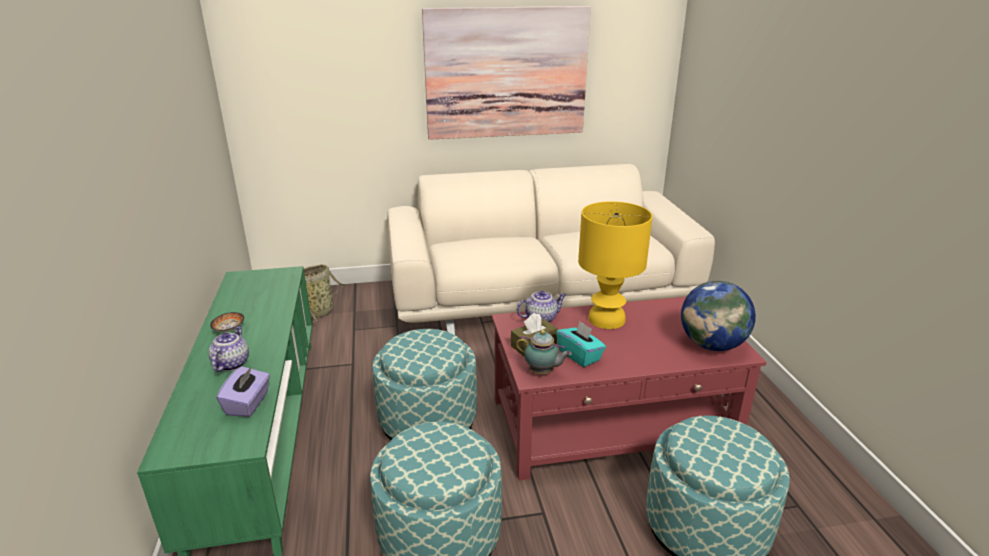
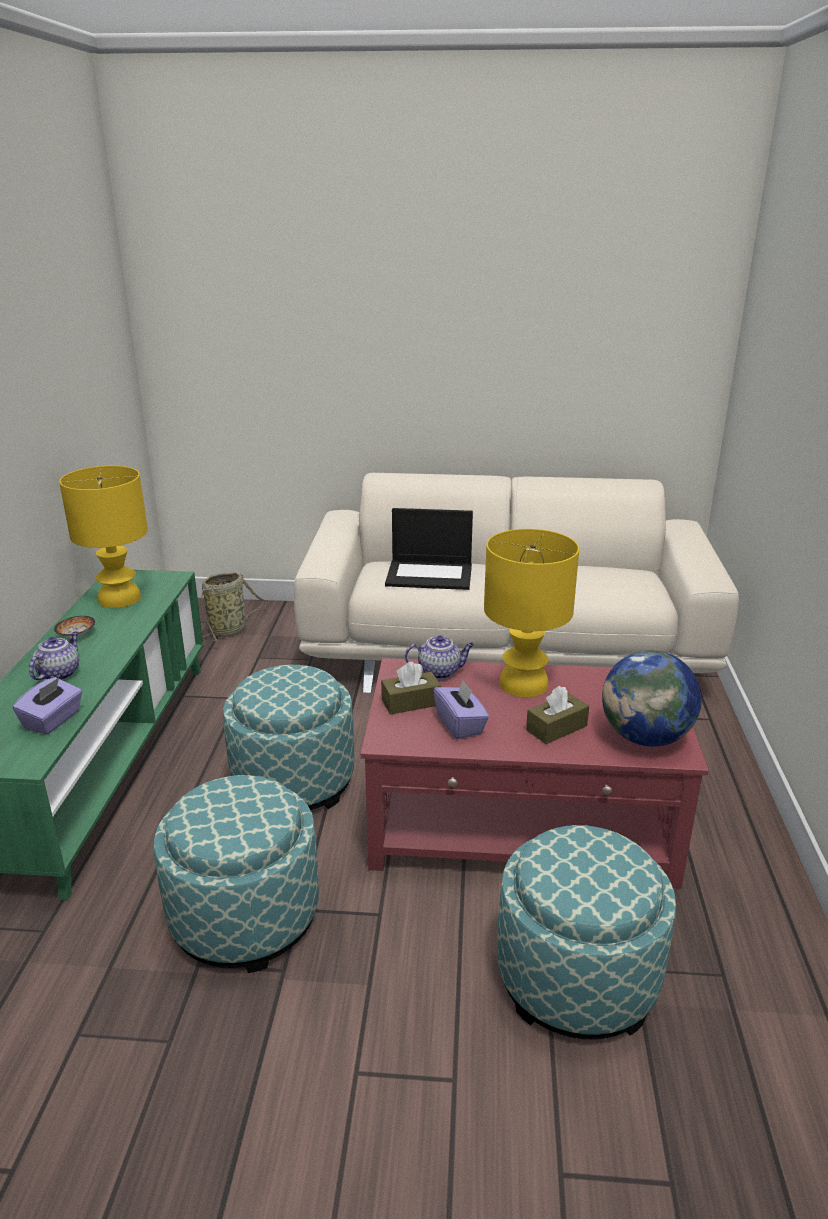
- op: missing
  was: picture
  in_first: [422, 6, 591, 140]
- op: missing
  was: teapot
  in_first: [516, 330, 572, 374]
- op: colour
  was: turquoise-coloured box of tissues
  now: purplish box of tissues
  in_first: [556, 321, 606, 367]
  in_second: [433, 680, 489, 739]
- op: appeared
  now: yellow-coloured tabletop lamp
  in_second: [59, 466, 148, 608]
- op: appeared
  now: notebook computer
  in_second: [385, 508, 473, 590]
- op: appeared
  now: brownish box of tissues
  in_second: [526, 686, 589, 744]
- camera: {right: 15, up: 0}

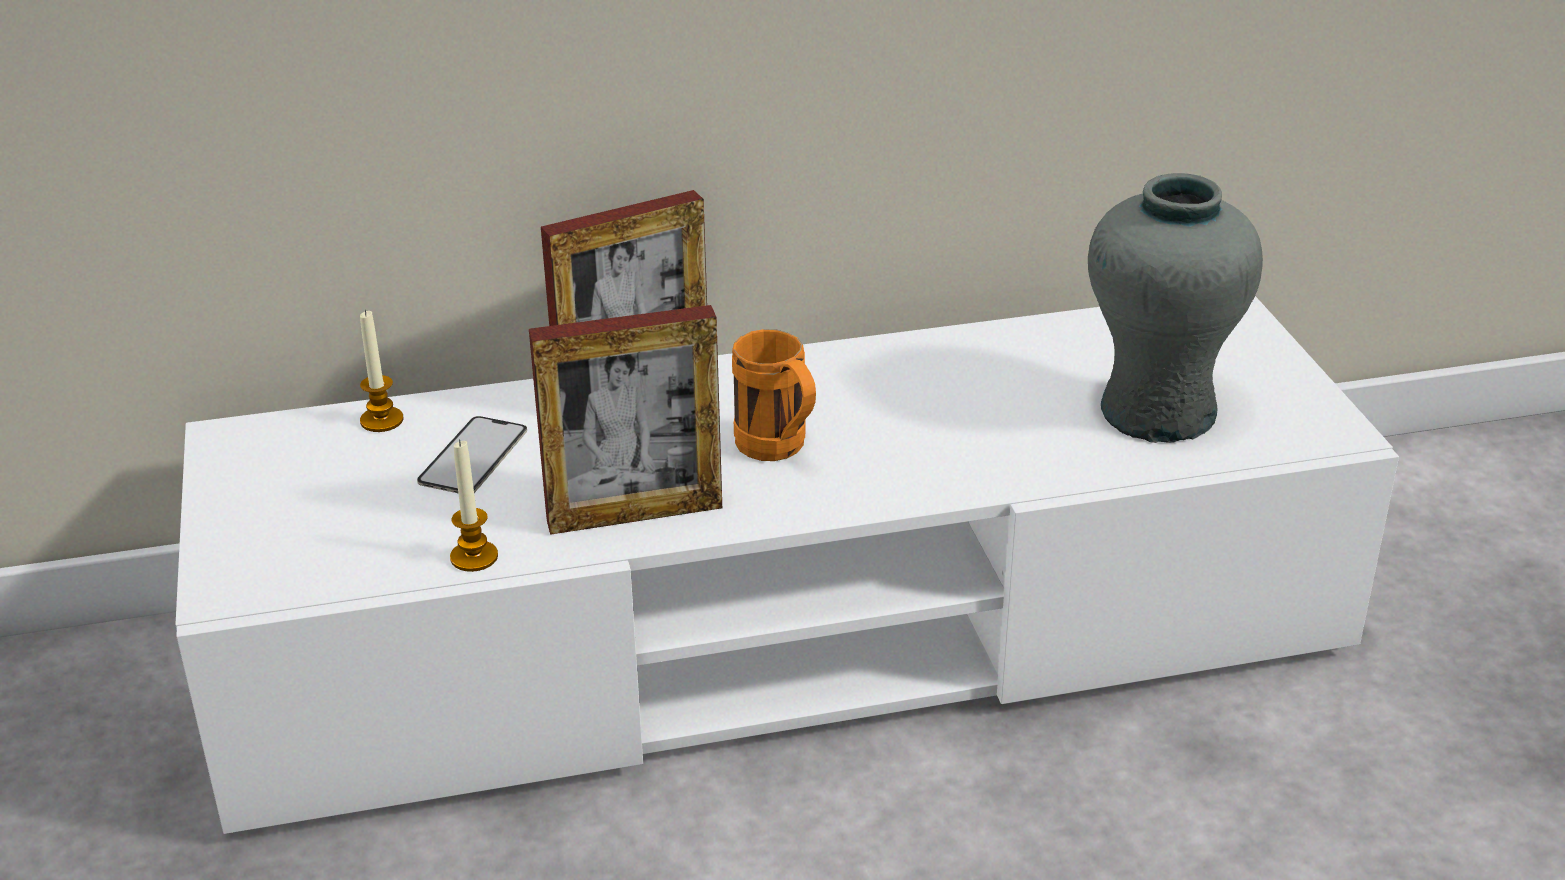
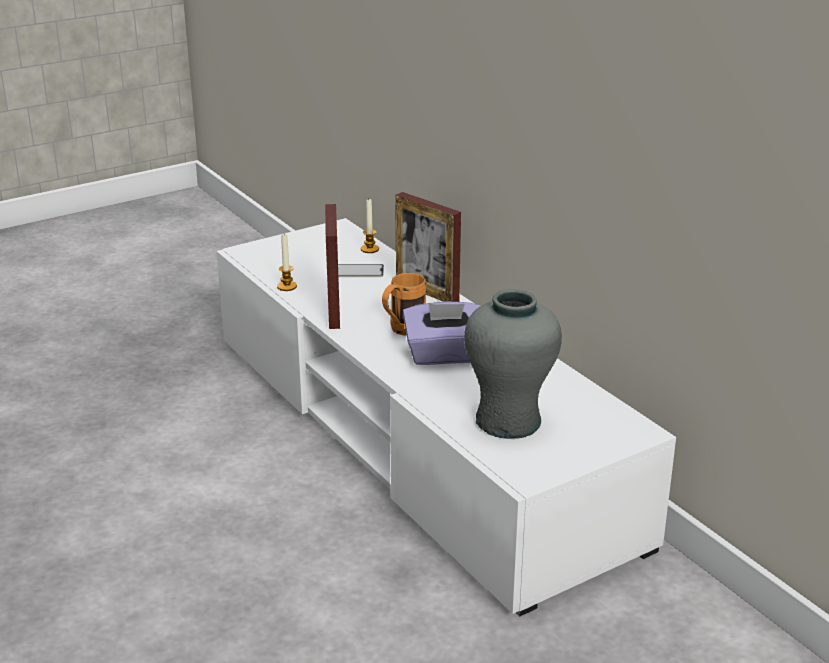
- op: spun
  was: picture frame
  in_first: [529, 305, 722, 535]
  in_second: [325, 204, 340, 329]
  clockwise: -150
- op: appeared
  now: purplish box of tissues
  in_second: [403, 302, 482, 365]
- camera: {right: 70, up: -5}

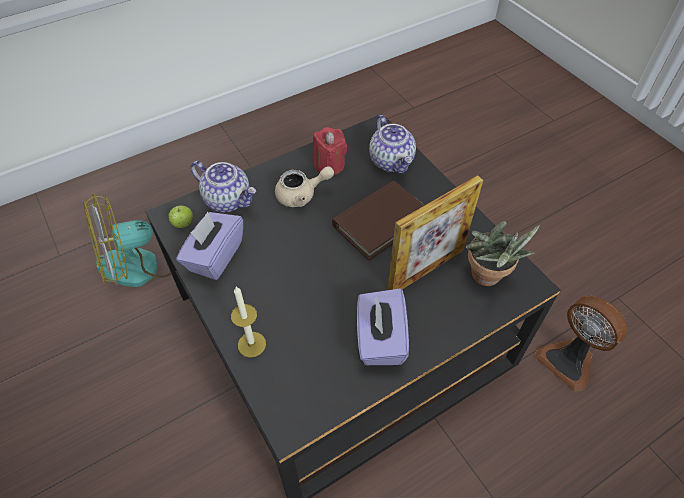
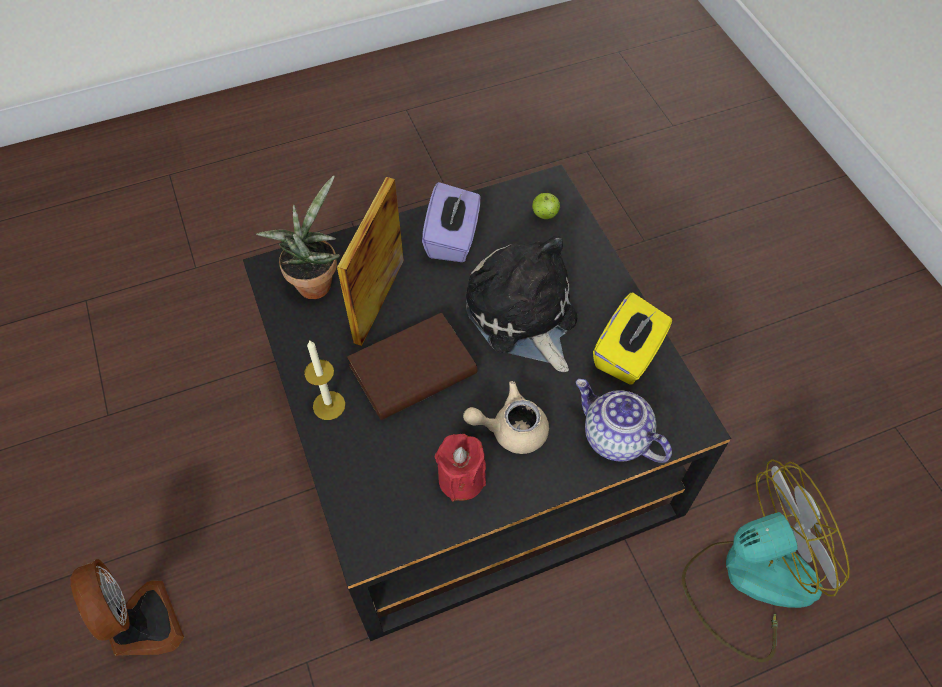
- op: relocated
  was: whole apple
  in_first: [168, 204, 193, 228]
  in_second: [532, 193, 560, 219]
- op: colour
  was: purplish box of tissues
  now: yellow-coloured box of tissues
  in_first: [176, 212, 243, 280]
  in_second: [593, 292, 672, 385]
- op: relocated
  was: candle
  in_first: [231, 287, 266, 358]
  in_second: [304, 340, 346, 420]
- op: missing
  was: teapot
  in_first: [369, 115, 416, 174]
- op: spun
  was: picture frame
  in_first: [387, 175, 483, 290]
  in_second: [337, 177, 404, 346]
  clockwise: -45
- op: relocated
  was: cooling fan
  in_first: [535, 296, 627, 391]
  in_second: [70, 559, 184, 656]
- op: appeared
  now: cuddly toy
  in_second: [466, 236, 577, 372]
- camera: {right: -170, up: 5}

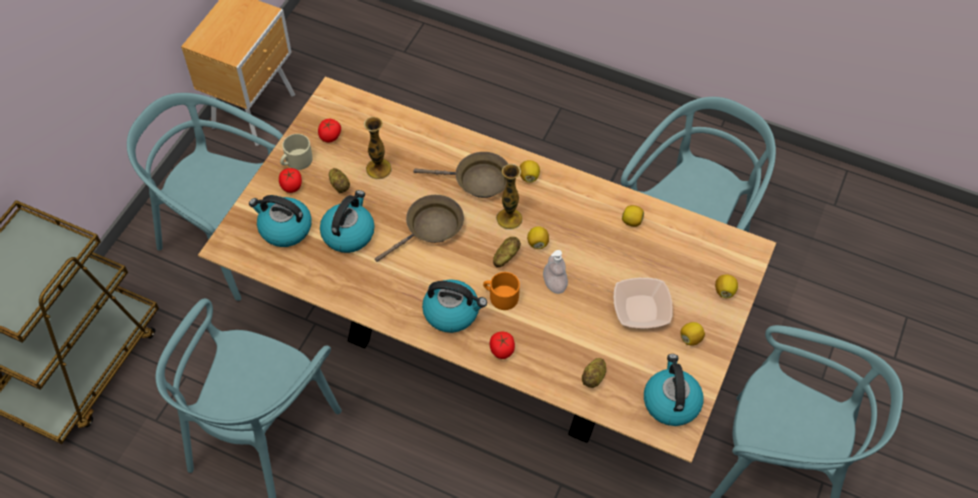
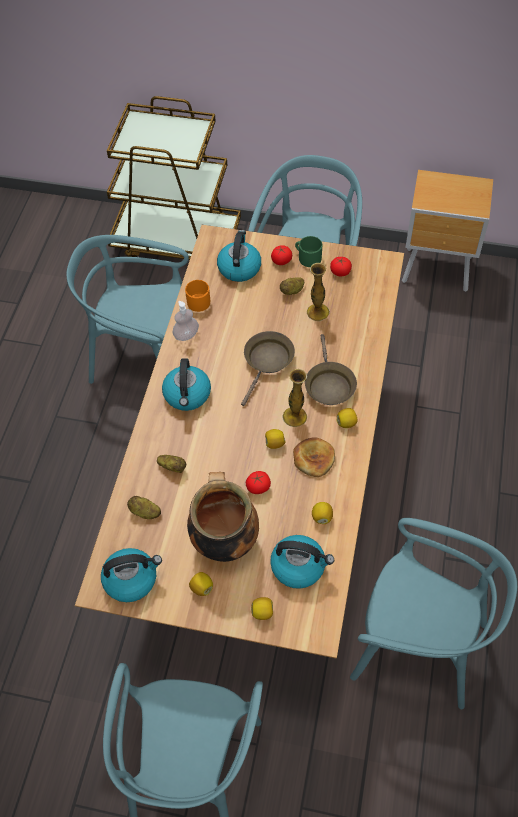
- op: colour
  was: beige-coloured coffee mug
  now: green-coloured coffee mug
  in_first: [280, 134, 313, 170]
  in_second: [295, 236, 322, 267]
- op: relocated
  was: water kettle
  in_first: [320, 190, 375, 253]
  in_second: [270, 535, 334, 589]
- op: spun
  was: brownish pan
  in_first: [375, 195, 464, 262]
  in_second: [241, 331, 295, 406]
  clockwise: -105
- op: relocated
  was: orange coffee mug
  in_first: [483, 272, 520, 310]
  in_second: [185, 280, 210, 312]
- op: relocated
  was: fresh tomato
  in_first: [490, 332, 515, 359]
  in_second: [246, 471, 271, 494]
- op: relocated
  was: whole potato
  in_first: [493, 237, 521, 268]
  in_second: [157, 455, 186, 473]
- op: relocated
  was: soap dispenser
  in_first: [543, 250, 568, 294]
  in_second: [173, 301, 199, 341]
- op: exchanged
  was: deep dish
  now: stockpot
  in_first: [614, 278, 673, 328]
  in_second: [187, 472, 259, 562]
- op: appeared
  now: bakery bread
  in_second: [293, 437, 335, 477]
- camera: {right: 80, up: 0}

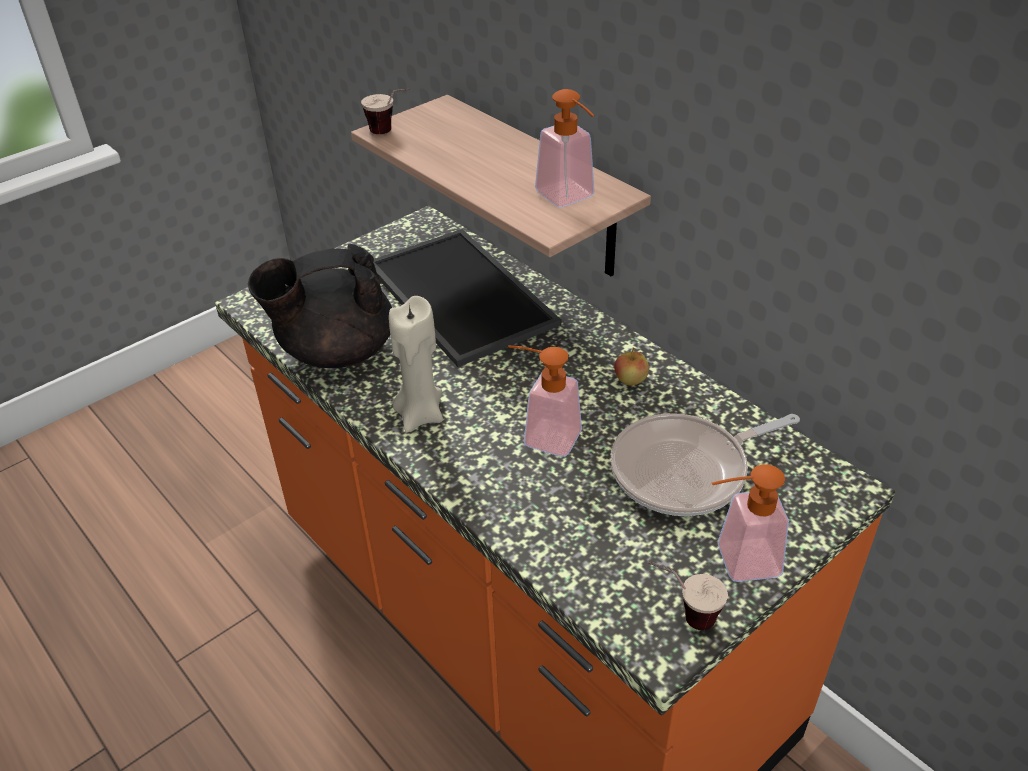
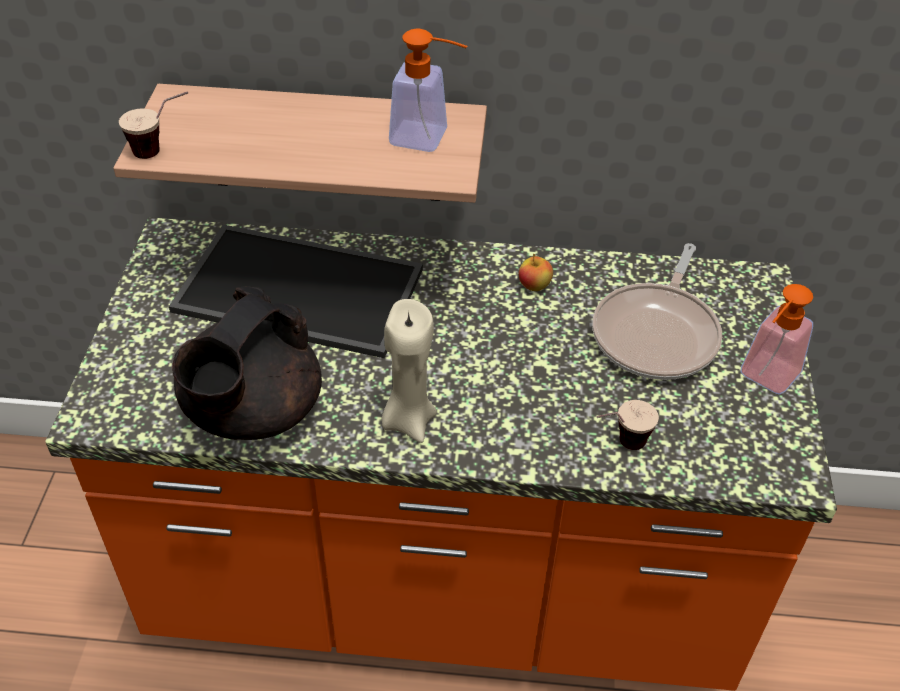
- op: missing
  was: soap dispenser
  in_first: [508, 345, 582, 457]
- op: relocated
  was: cup
  in_first: [647, 561, 728, 630]
  in_second: [596, 400, 659, 450]
- camera: {right: -45, up: 5}

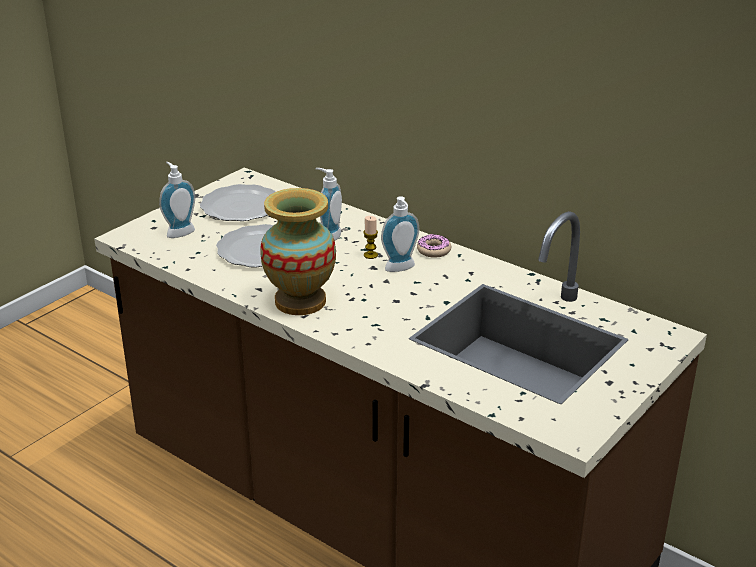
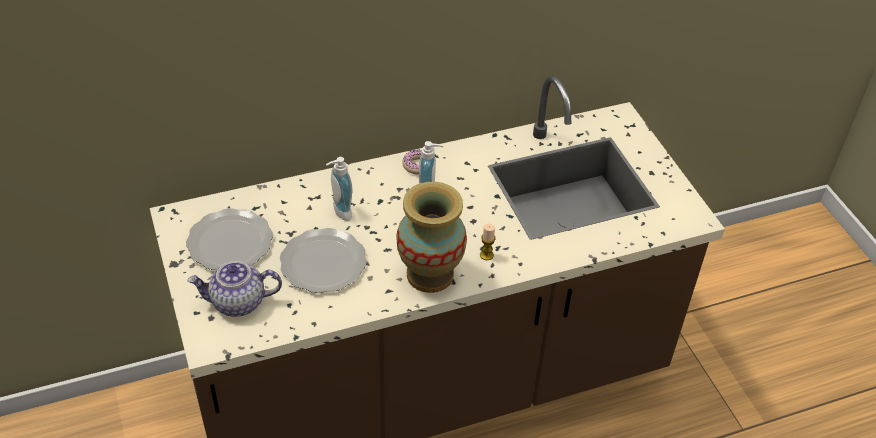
- op: exchanged
  was: soap dispenser
  now: teapot
  in_first: [159, 162, 196, 238]
  in_second: [187, 261, 282, 317]
- op: relocated
  was: candle
  in_first: [363, 216, 378, 259]
  in_second: [480, 224, 496, 260]
- camera: {right: -60, up: 15}

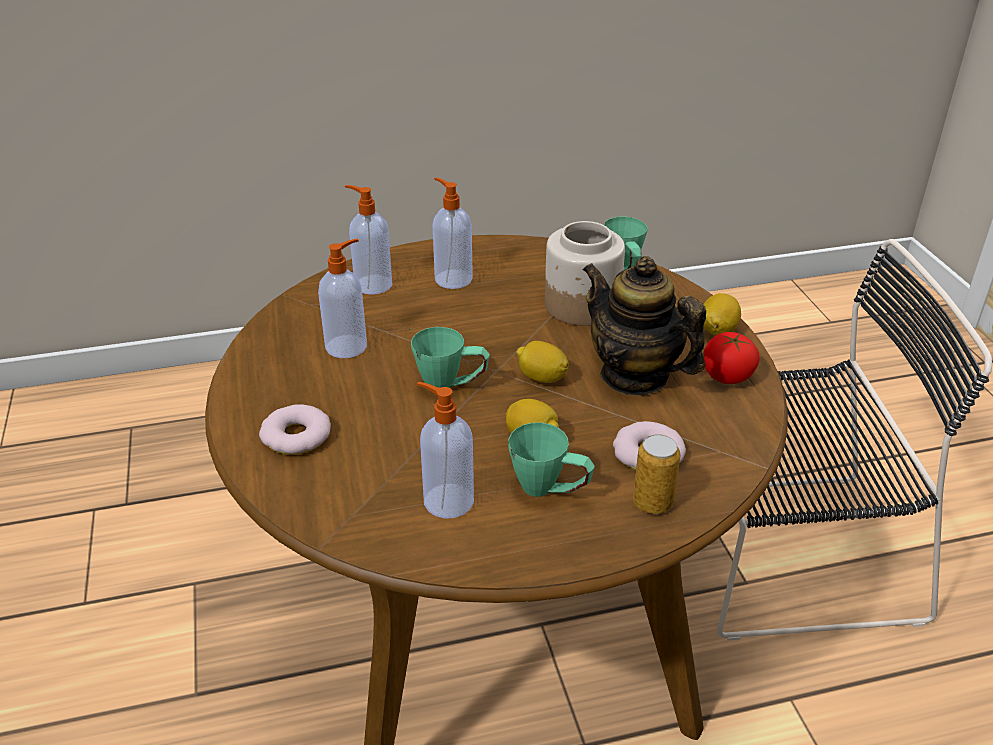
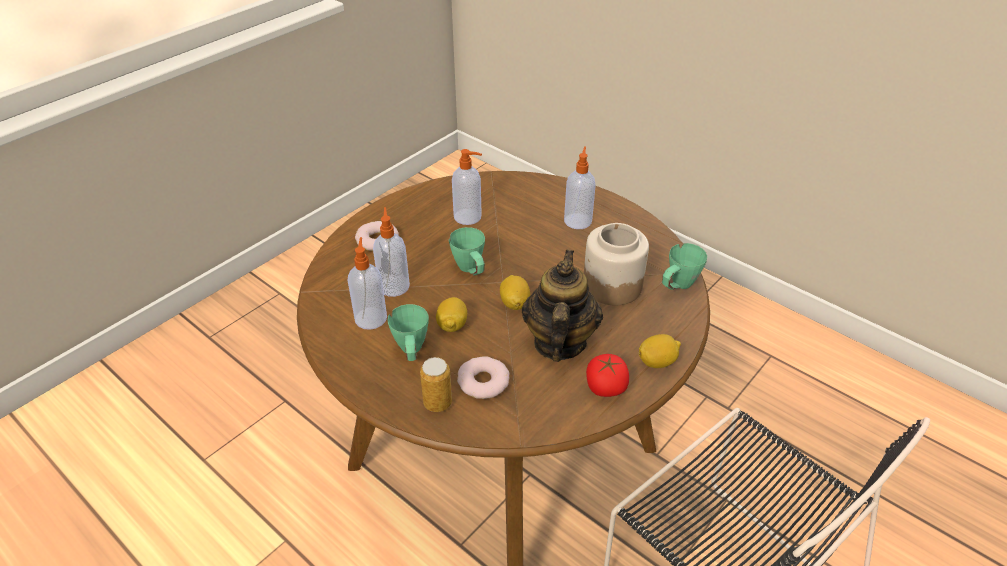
- op: relocated
  was: soap dispenser
  in_first: [345, 185, 392, 295]
  in_second: [373, 207, 410, 297]
- camera: {right: 55, up: 5}

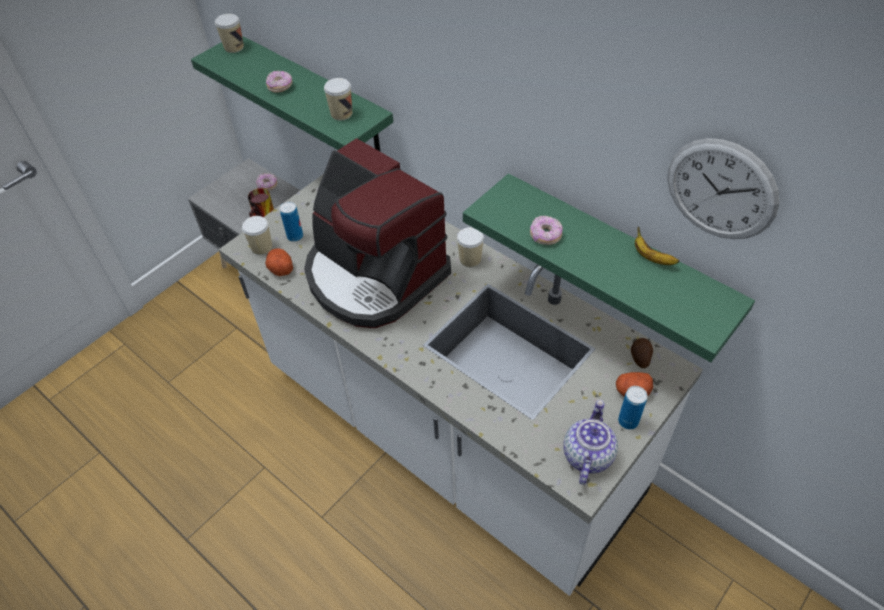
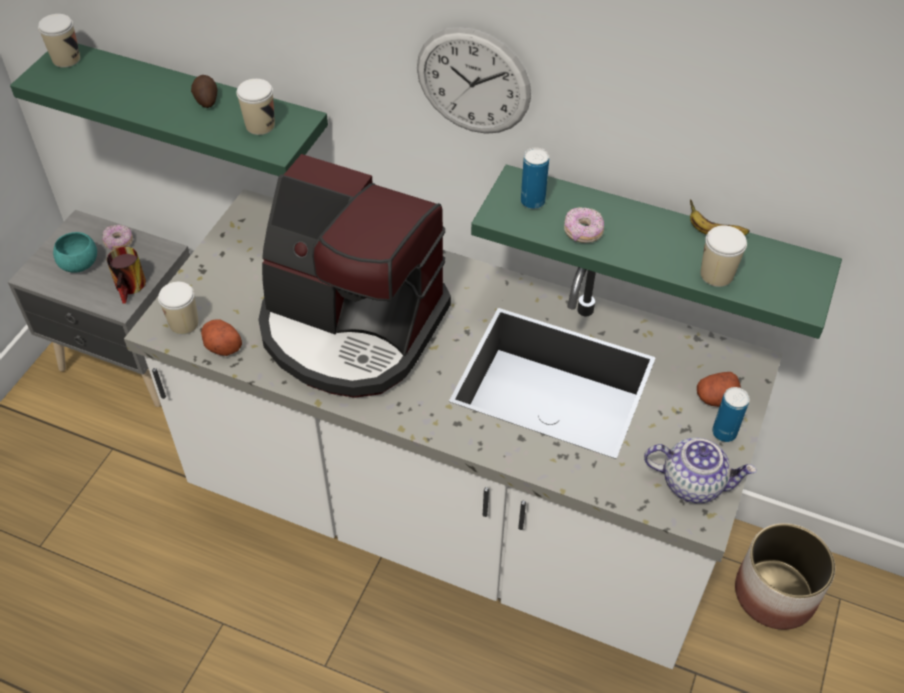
- op: missing
  was: doughnut
  in_first: [266, 71, 292, 93]
- op: relocated
  was: sealed can
  in_first: [279, 201, 303, 242]
  in_second: [521, 148, 549, 209]
- op: relocated
  was: cup
  in_first: [457, 227, 484, 267]
  in_second: [700, 225, 747, 287]
- op: spun
  was: teapot
  in_first: [563, 400, 618, 485]
  in_second: [644, 438, 757, 504]
  clockwise: 105
- op: relocated
  was: whole potato
  in_first: [631, 338, 653, 368]
  in_second: [191, 75, 217, 108]
- op: relocated
  was: clock on the wall
  in_first: [667, 138, 779, 239]
  in_second: [417, 27, 531, 134]
- op: appeared
  now: turquoise-coloured deep dish
  in_second: [53, 232, 97, 273]
- op: appeared
  now: flower pot
  in_second: [735, 523, 835, 630]
- camera: {right: -20, up: 0}

